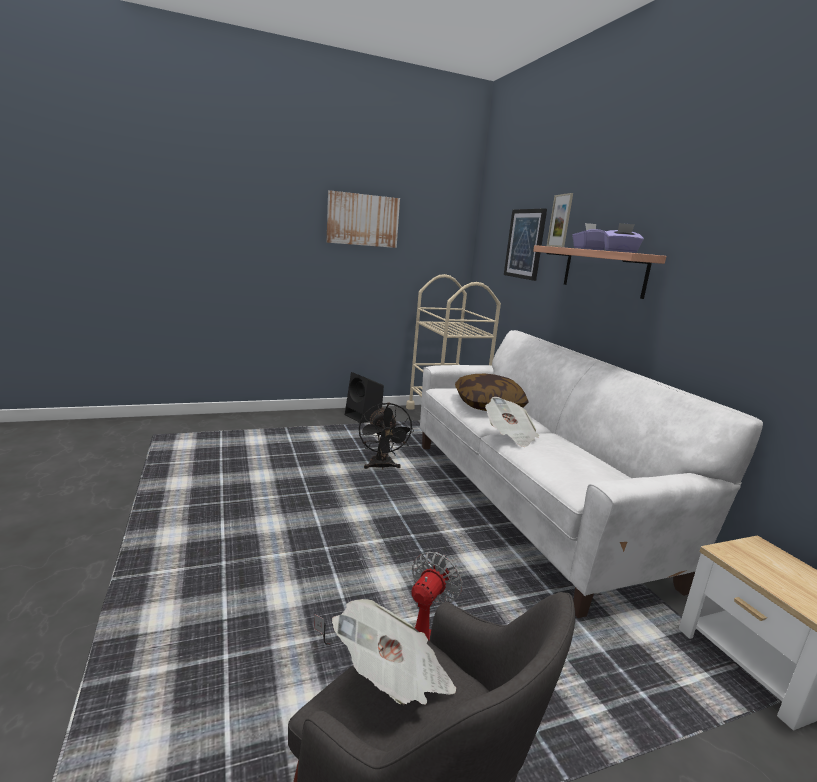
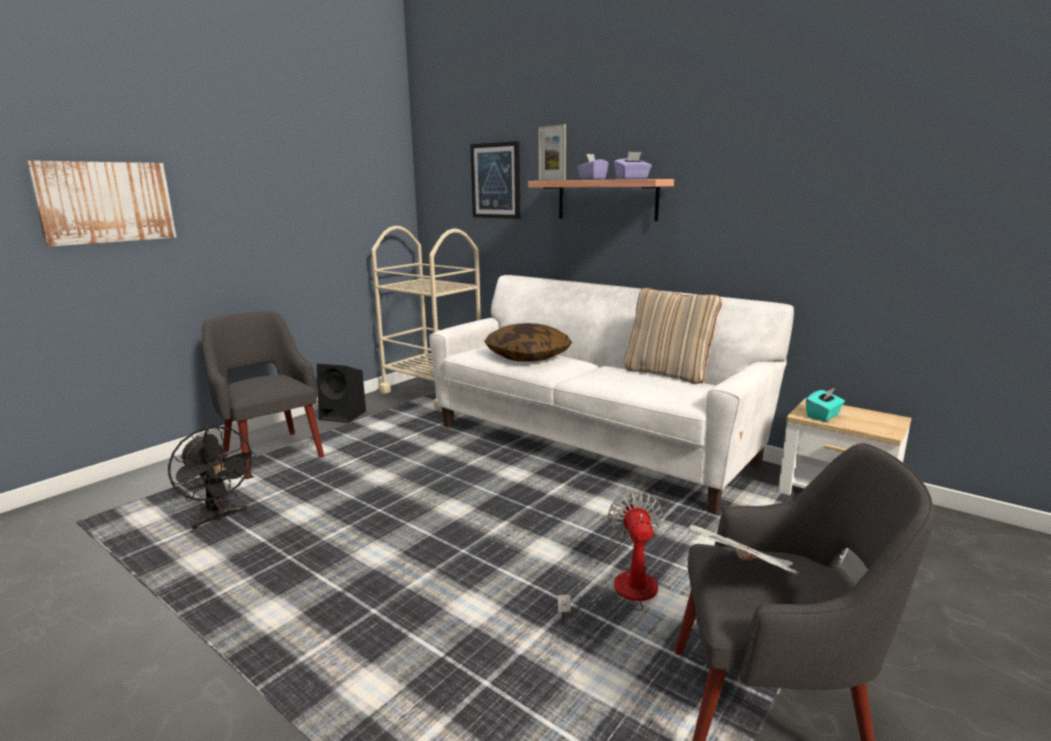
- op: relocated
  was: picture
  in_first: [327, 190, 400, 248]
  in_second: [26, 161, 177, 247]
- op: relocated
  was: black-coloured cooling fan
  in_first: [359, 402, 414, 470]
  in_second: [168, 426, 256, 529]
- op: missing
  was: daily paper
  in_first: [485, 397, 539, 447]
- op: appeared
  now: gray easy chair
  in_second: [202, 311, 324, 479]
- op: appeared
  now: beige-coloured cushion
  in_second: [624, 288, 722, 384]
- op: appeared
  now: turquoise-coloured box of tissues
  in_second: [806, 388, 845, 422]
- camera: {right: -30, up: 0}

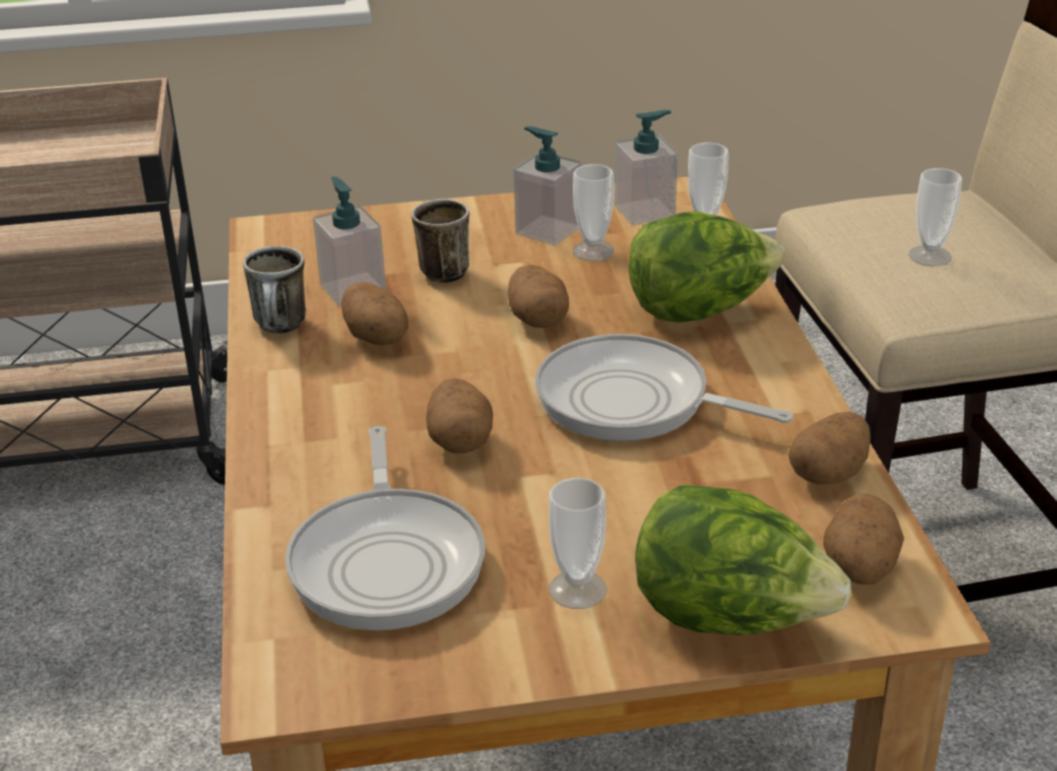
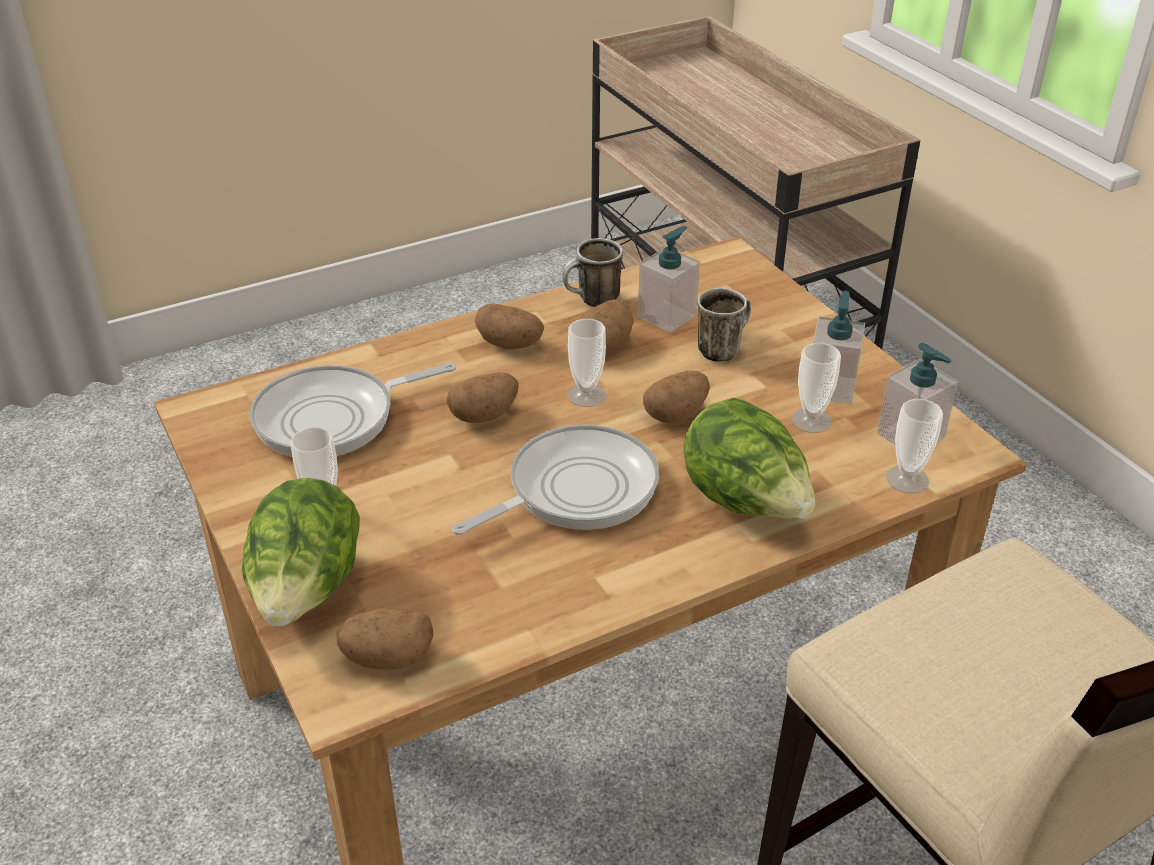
- op: spun
  was: pan
  in_first: [535, 334, 793, 441]
  in_second: [452, 424, 659, 535]
  clockwise: 45
- op: relocated
  was: whole potato
  in_first: [788, 411, 870, 485]
  in_second: [475, 304, 544, 349]
- op: relocated
  was: cup
  in_first: [909, 168, 962, 266]
  in_second: [567, 319, 606, 407]
- camera: {right: 70, up: 5}

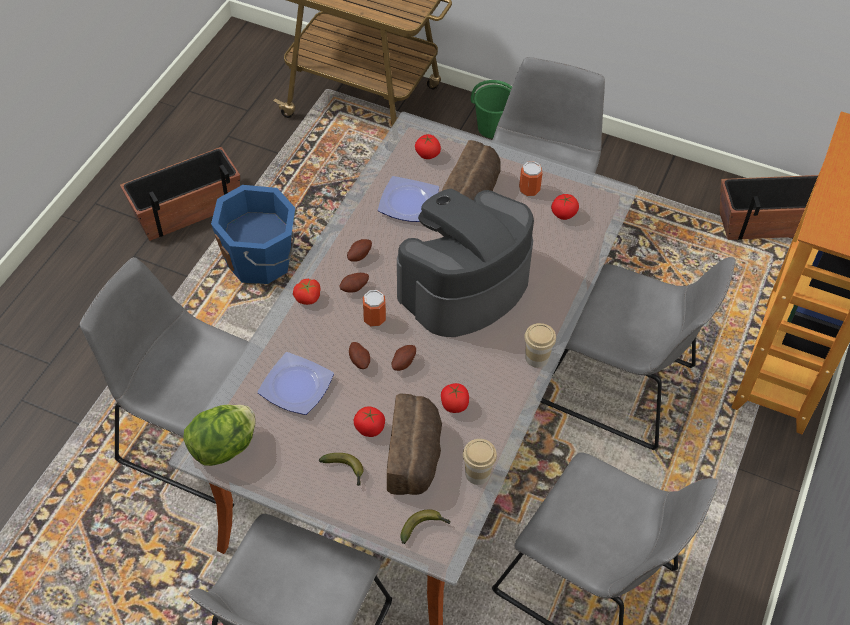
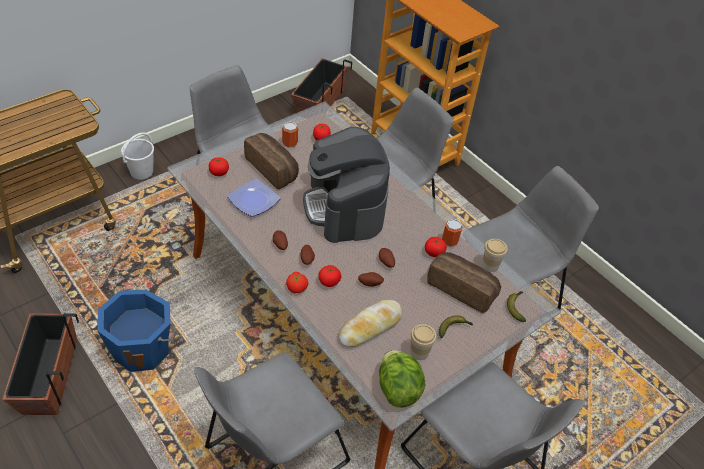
- op: exchanged
  was: flat dish
  now: bakery bread
  in_first: [258, 352, 334, 415]
  in_second: [339, 300, 402, 347]
- op: relocated
  was: fresh tomato
  in_first: [353, 406, 385, 437]
  in_second: [318, 265, 341, 287]
- op: relocated
  was: sealed can
  in_first: [363, 290, 386, 327]
  in_second: [442, 218, 463, 247]
- op: colour
  was: green-coloured water bucket
  now: white-coloured water bucket
  in_first: [471, 80, 512, 139]
  in_second: [121, 132, 154, 180]
- op: relocated
  was: cup
  in_first: [524, 323, 556, 368]
  in_second: [410, 324, 436, 360]
- camera: {right: -65, up: -5}

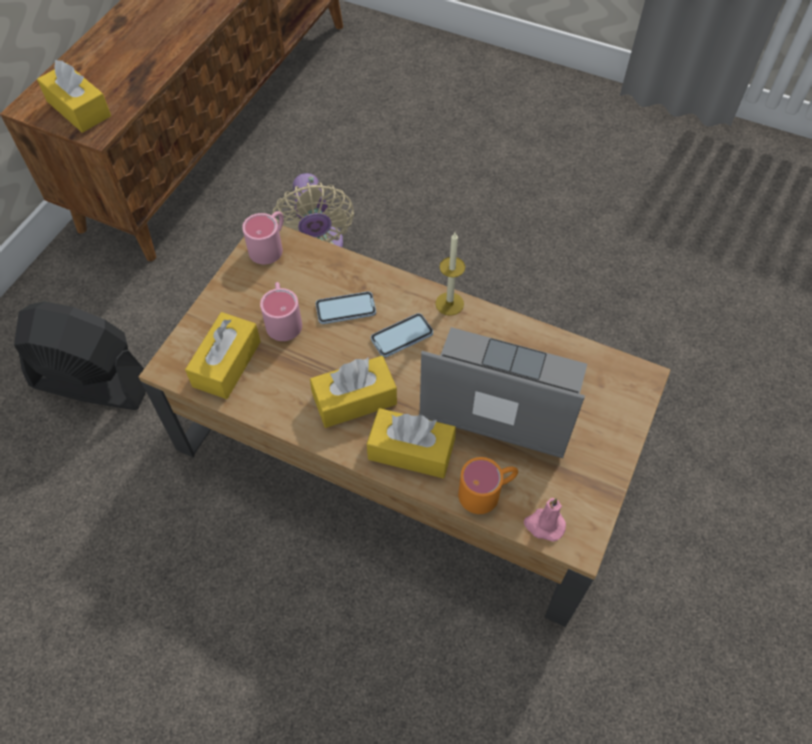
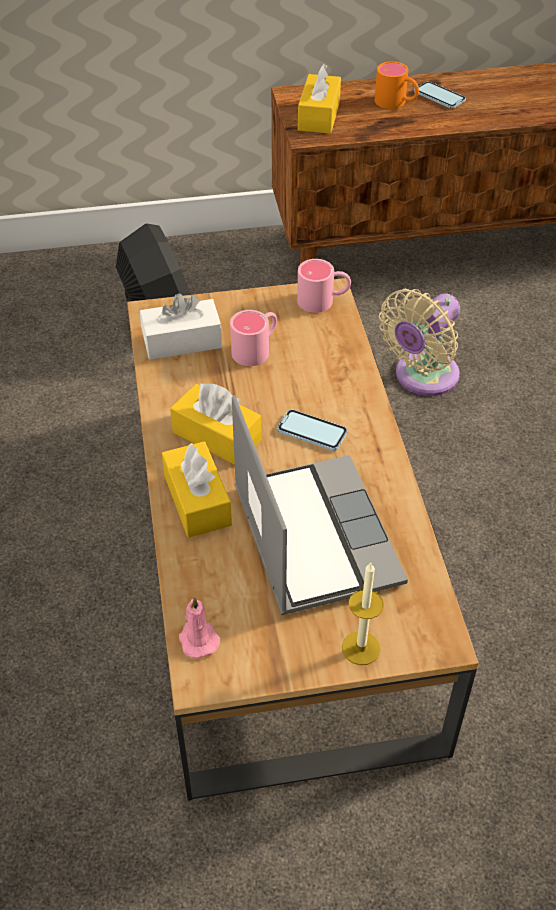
- op: colour
  was: yellow-coloured box of tissues
  now: white-coloured box of tissues
  in_first: [185, 312, 261, 399]
  in_second: [140, 293, 222, 360]
- op: relocated
  was: telephone
  in_first: [315, 292, 376, 324]
  in_second: [414, 81, 466, 109]
- op: relocated
  was: candle
  in_first: [435, 233, 465, 316]
  in_second: [342, 563, 384, 665]
- op: relocated
  was: orange coffee mug
  in_first: [458, 457, 518, 514]
  in_second: [375, 61, 419, 109]
- camera: {right: 55, up: -10}

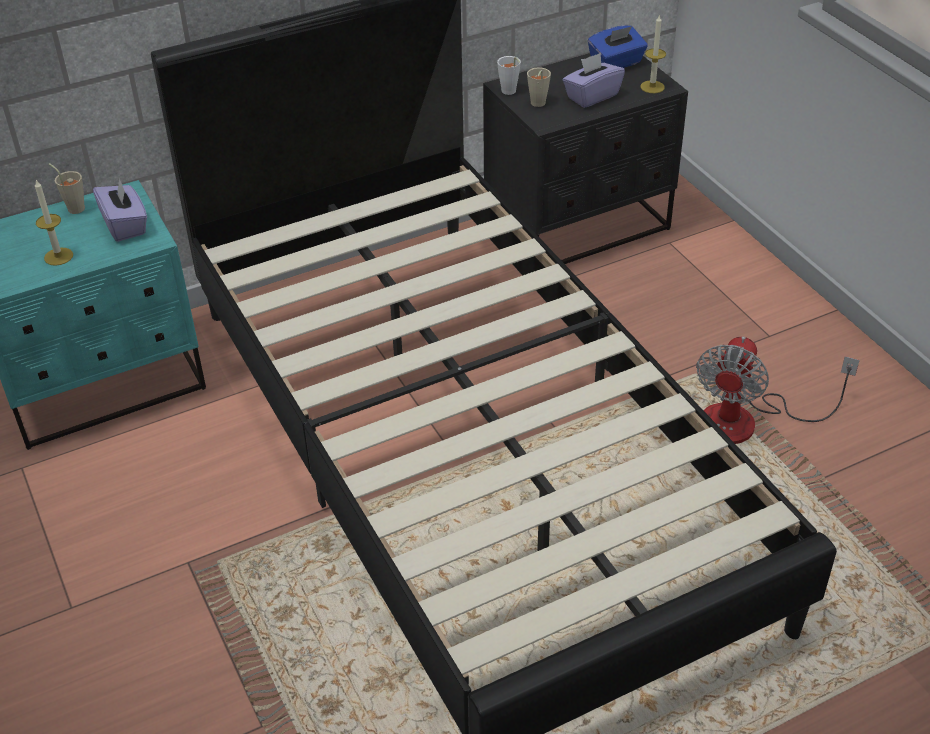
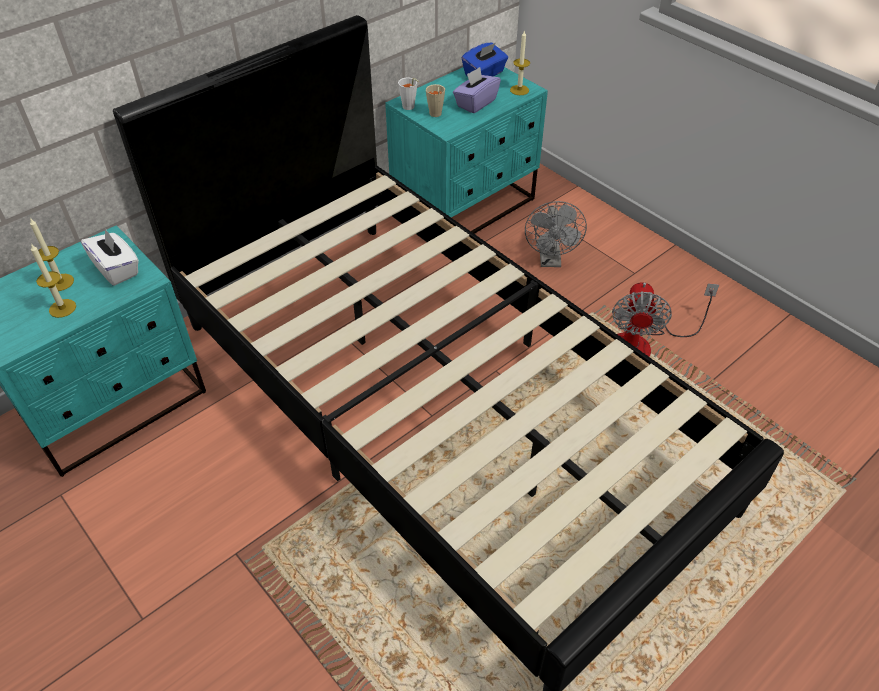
- op: missing
  was: beige-coloured cup
  in_first: [49, 163, 85, 214]
- op: colour
  was: purplish box of tissues
  now: white-coloured box of tissues
  in_first: [93, 178, 147, 242]
  in_second: [81, 228, 139, 286]
- op: colour
  was: black-coloured nightstand
  now: turquoise-coloured nightstand
  in_first: [483, 53, 688, 264]
  in_second: [385, 67, 548, 234]
- op: appeared
  now: candle
  in_second: [30, 218, 74, 291]
- op: appeared
  now: gray cooling fan
  in_second: [525, 201, 587, 267]
- camera: {right: -15, up: 5}

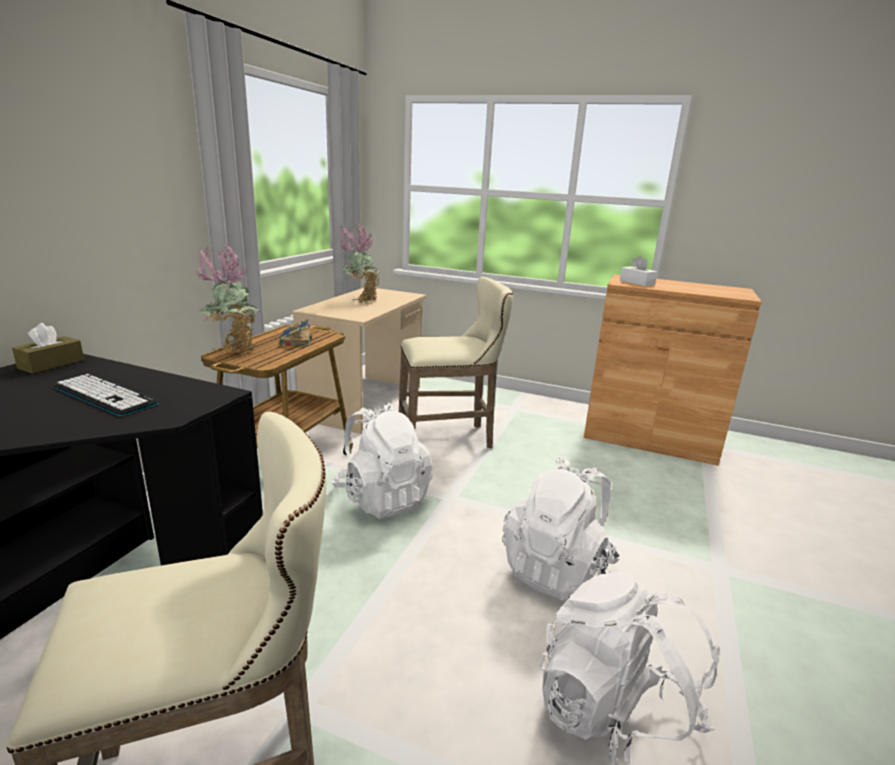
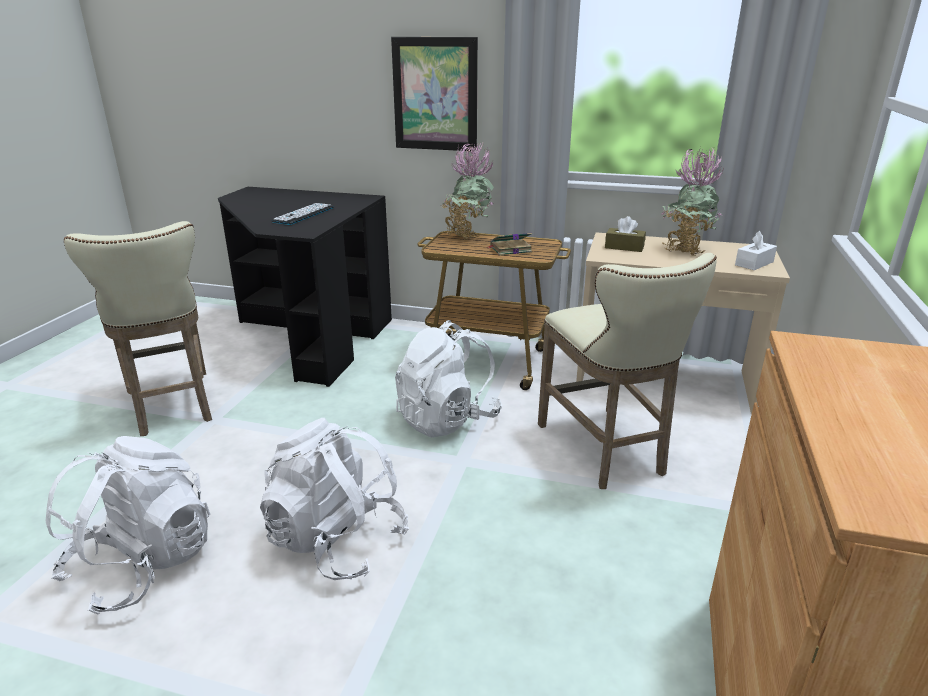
- op: relocated
  was: brownish box of tissues
  in_first: [12, 323, 84, 374]
  in_second: [605, 216, 646, 252]
- op: relocated
  was: white-coloured box of tissues
  in_first: [620, 256, 657, 286]
  in_second: [735, 231, 777, 270]
- op: appeared
  now: picture
  in_second: [391, 37, 478, 151]
- camera: {right: 85, up: 5}

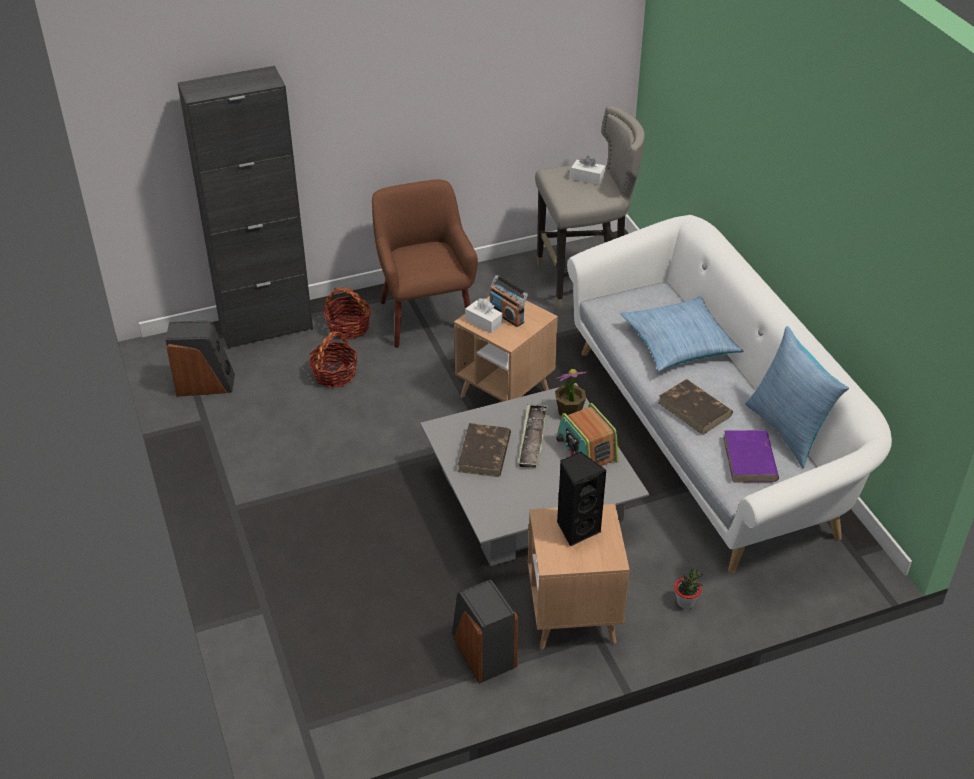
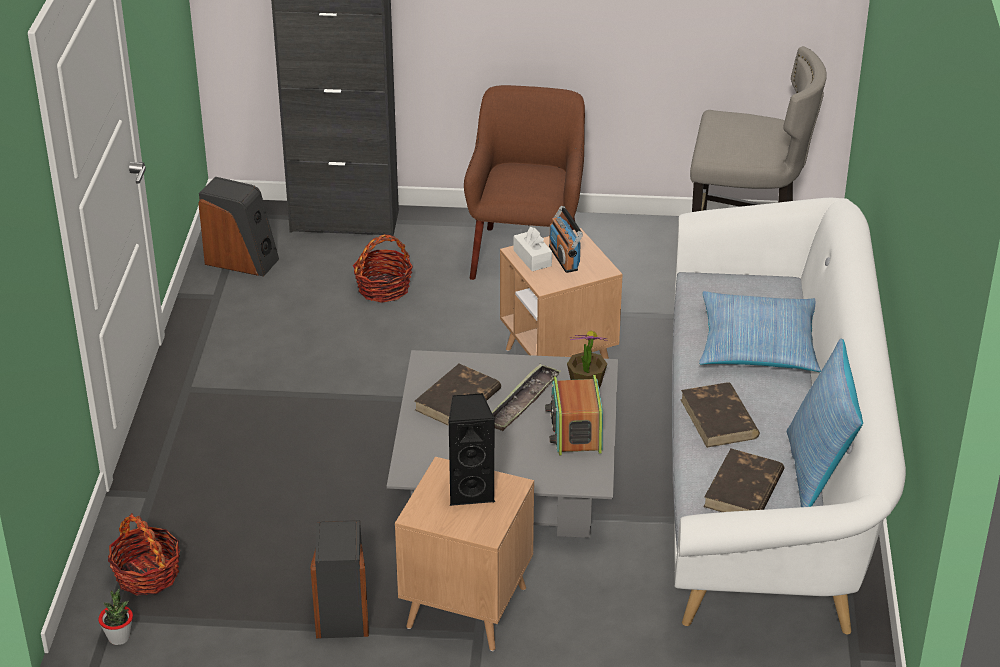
- op: relocated
  was: basket
  in_first: [324, 287, 371, 339]
  in_second: [108, 513, 180, 596]
- op: missing
  was: white-coloured box of tissues
  in_first: [571, 156, 605, 185]
- op: relocated
  was: plant in a pot
  in_first: [674, 566, 703, 609]
  in_second: [98, 589, 133, 645]
- op: colour
  was: purplish book
  now: brownish book
  in_first: [723, 430, 779, 482]
  in_second: [703, 448, 784, 512]
- camera: {right: 25, up: -5}

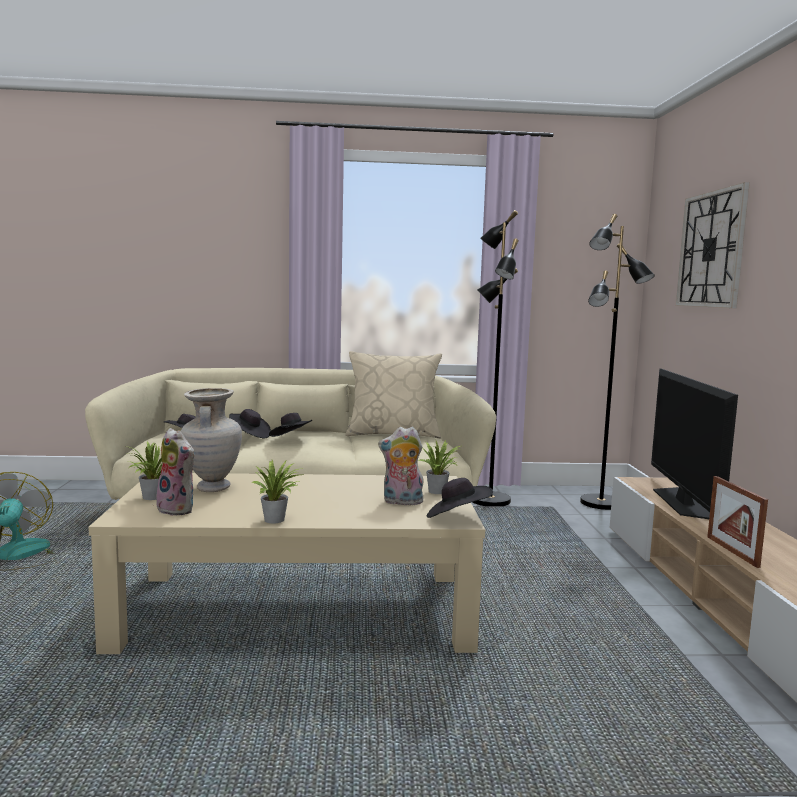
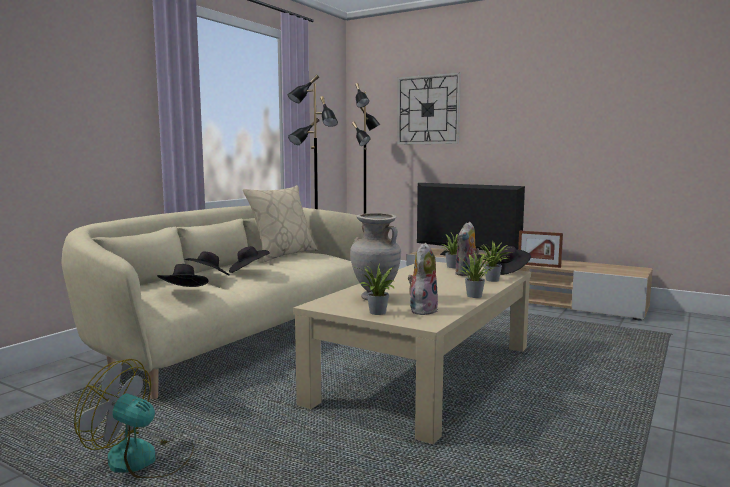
- op: spun
  was: cuddly toy
  in_first: [156, 428, 194, 516]
  in_second: [408, 243, 438, 315]
  clockwise: -45
- op: appeared
  now: plant in a pot
  in_second: [480, 241, 513, 282]
- camera: {right: -55, up: 0}

